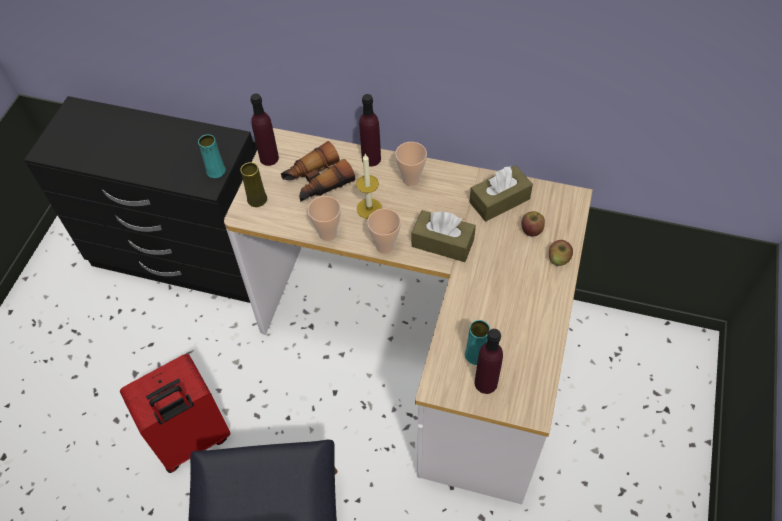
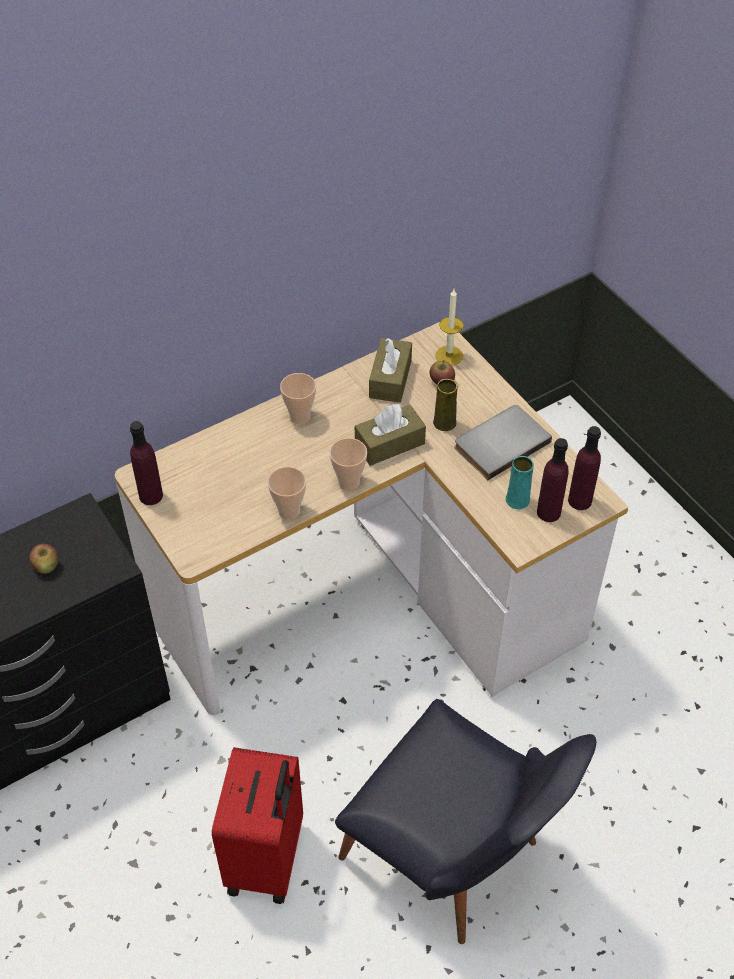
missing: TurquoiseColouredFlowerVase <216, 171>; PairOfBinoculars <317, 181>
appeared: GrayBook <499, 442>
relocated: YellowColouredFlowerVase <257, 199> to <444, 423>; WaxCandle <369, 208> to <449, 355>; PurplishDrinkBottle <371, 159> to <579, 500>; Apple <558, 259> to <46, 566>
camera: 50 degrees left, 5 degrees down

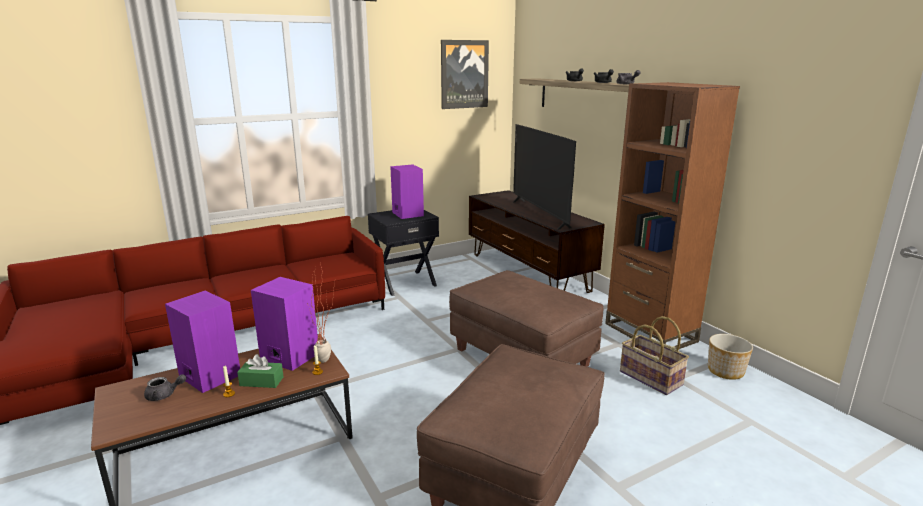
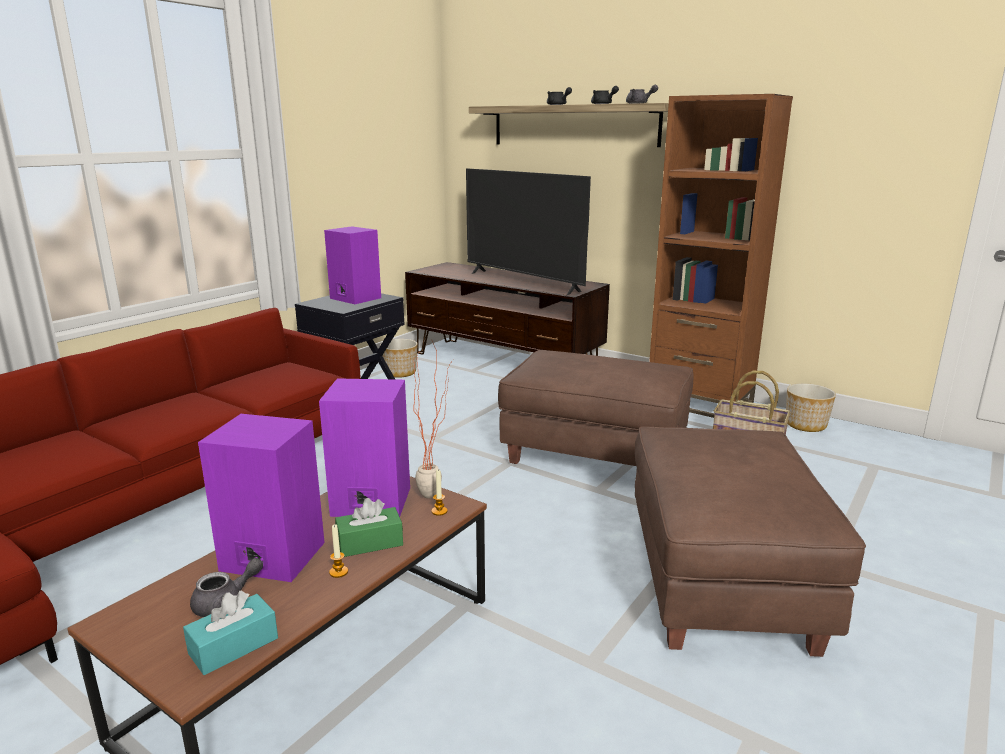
missing: Picture <464, 74>
appeared: TurquoiseColouredTissueHolder <233, 646>; FlowerPot <400, 373>
camera: 25 degrees left, 0 degrees up

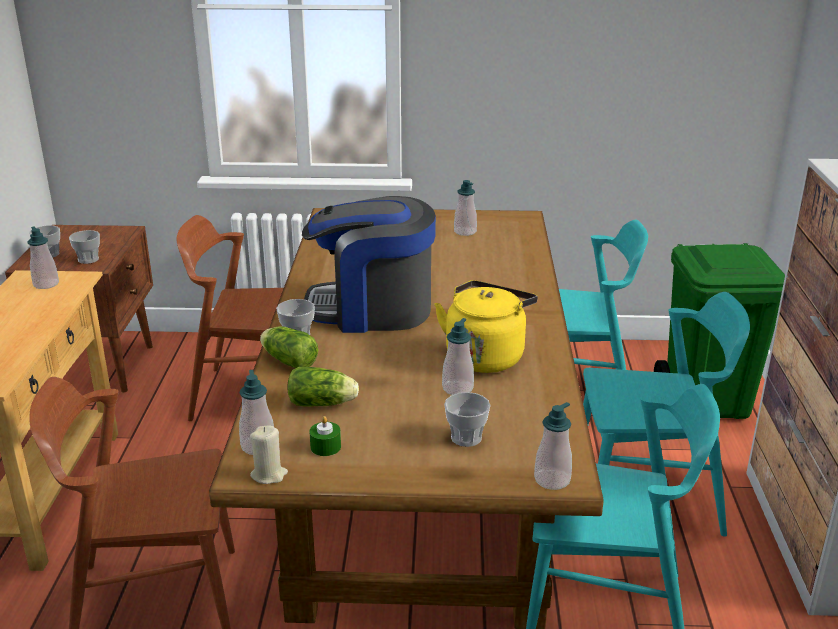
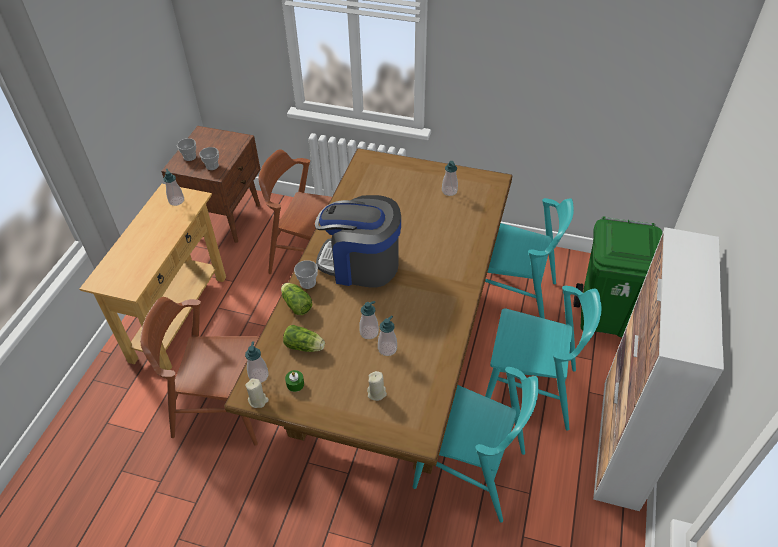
missing: YellowColouredWaterKettle <486, 356>
relocated: SoapDispenser <552, 480> to <369, 332>
exchanged: DrinkingCup <466, 438> to BeigeColouredWaxCandle <377, 393>
camera: 15 degrees right, 20 degrees up

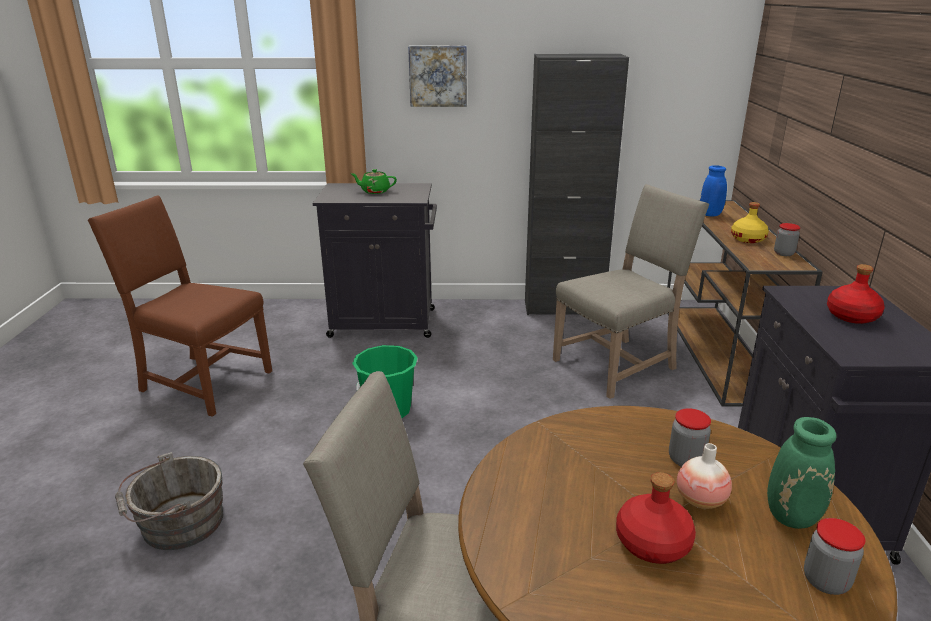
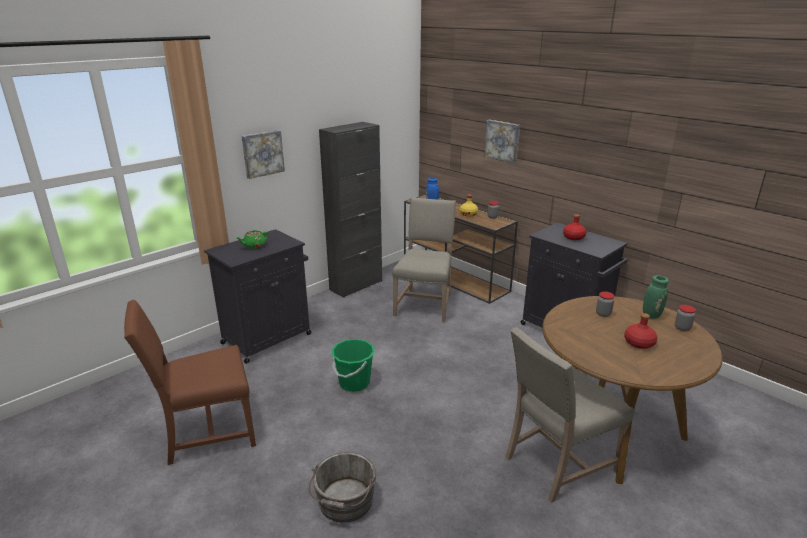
missing: FlowerVase <700, 500>
appeared: Picture <502, 141>
camera: 45 degrees left, 0 degrees up

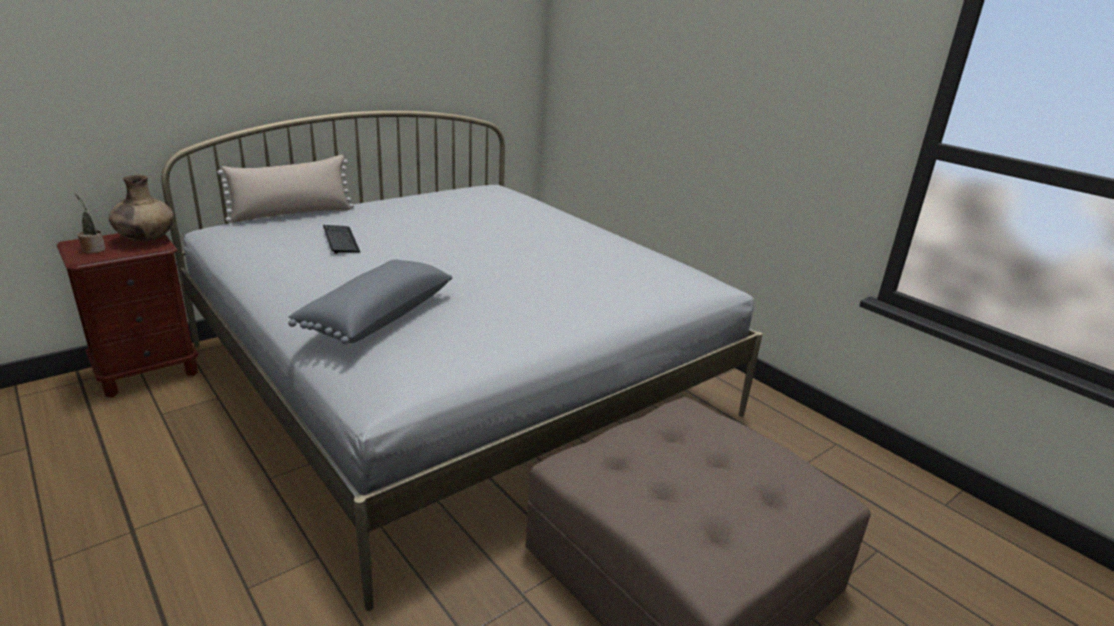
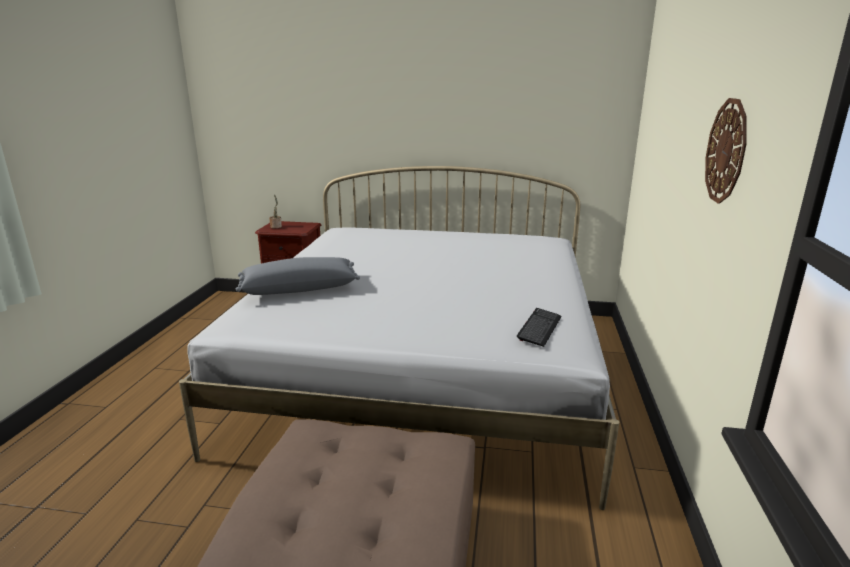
missing: BrownColouredFlowerVase <146, 239>; BeigeColouredThrowPillow <292, 214>
appeared: ClockOnTheWall <726, 151>
relocated: Keyboard <341, 240> to <539, 328>
camera: 50 degrees right, 5 degrees down

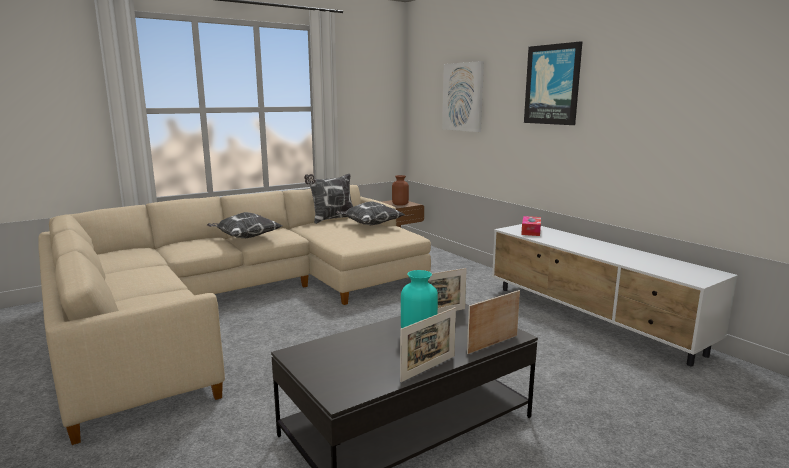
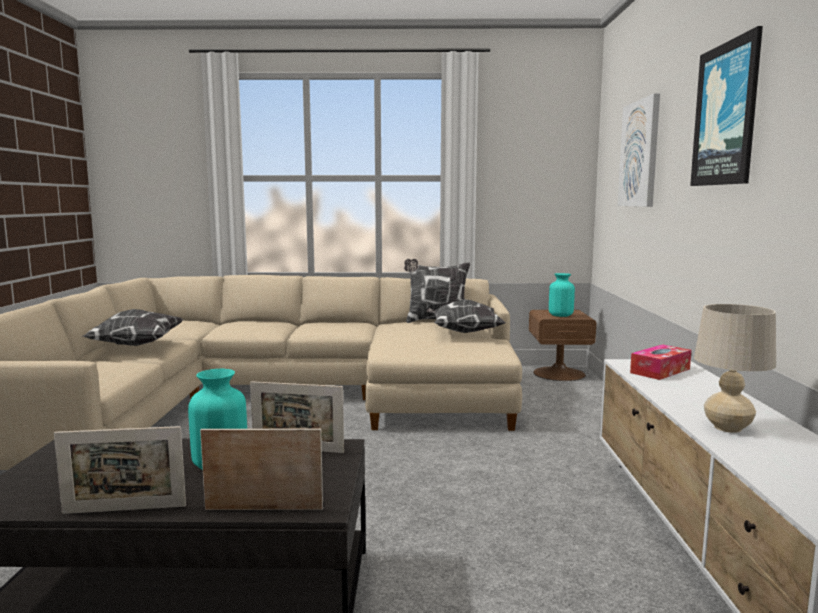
appeared: BeigeColouredTableLamp <728, 428>
relocated: ThrowPillow <245, 238> to <135, 345>
colour: BrownColouredFlowerVase <400, 204> to TurquoiseColouredFlowerVase <560, 315>
camera: 35 degrees right, 5 degrees down

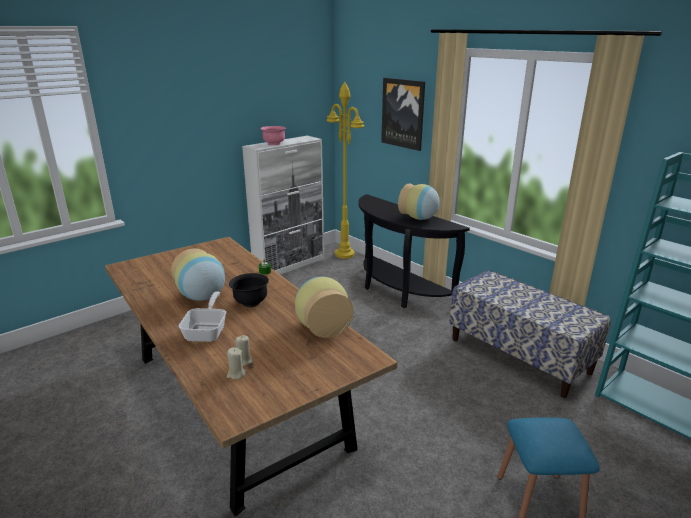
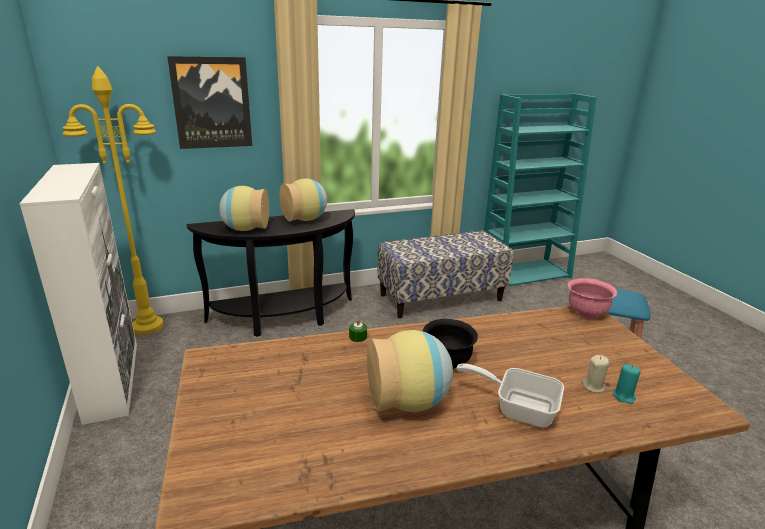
relocated: PinkBowl <274, 144> to <586, 313>; FlowerVase <322, 326> to <245, 229>
colour: BeigeColouredWaxCandle <236, 374> to TurquoiseColouredWaxCandle <624, 396>
camera: 70 degrees left, 0 degrees up

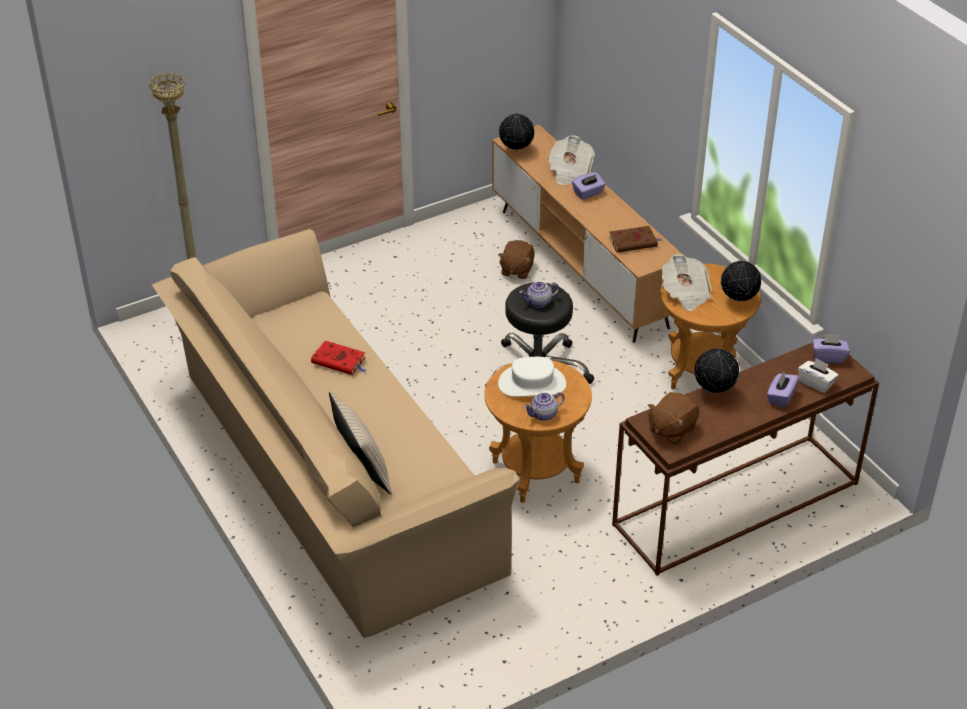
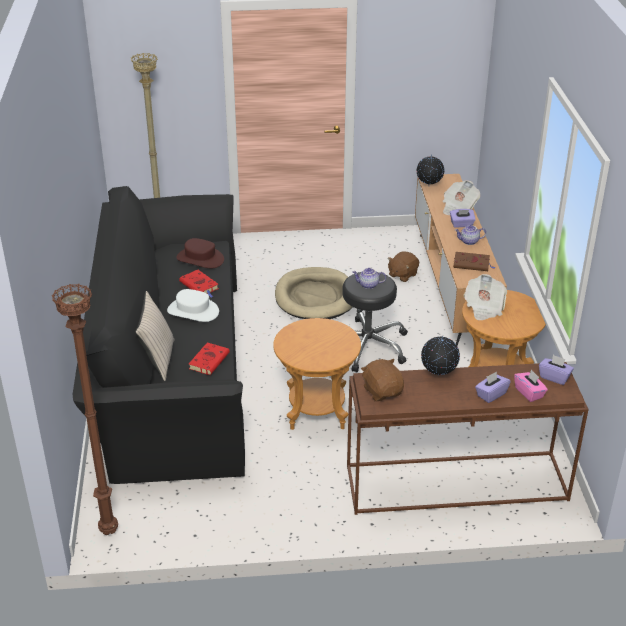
missing: DeskGlobe <738, 301>
appeared: BrownColouredStandardLamp <109, 530>; BrownColouredHat <200, 259>; RedColouredBook <209, 360>; BeigeColouredDogBed <315, 297>
relocated: WhiteHat <532, 383> to <193, 311>; PotForTea <543, 415> to <469, 242>
colour: BeigeColouredCouch <327, 475> to BlackColouredCouch <169, 368>; WhiteTissueHolder <816, 383> to PinkTissueHolder <529, 393>
spun: BrownColouredPlushToy <671, 429> = <382, 391> 90 degrees clockwise
camera: 25 degrees right, 5 degrees down

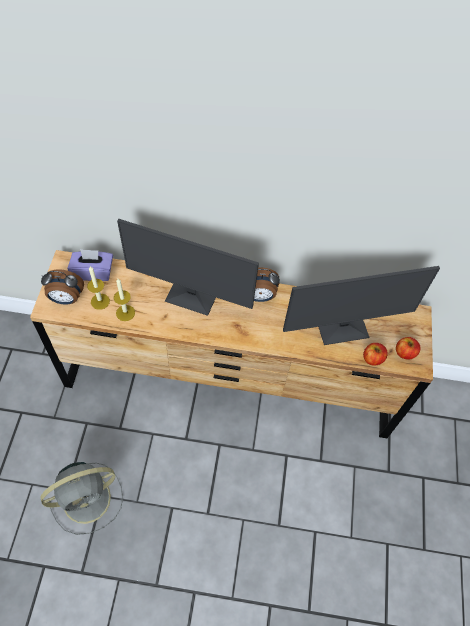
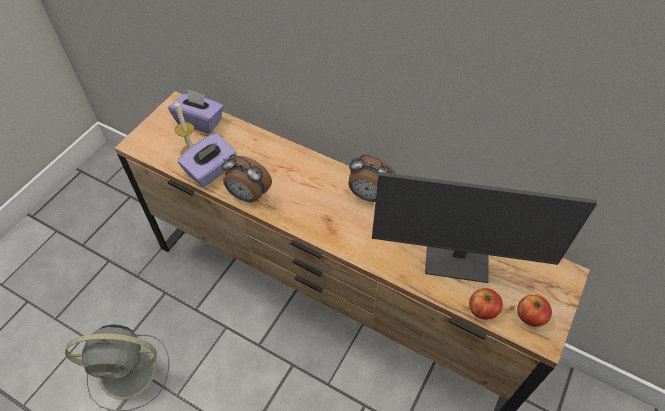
missing: Monitor <192, 295>
relocated: AlarmClock <66, 299> to <248, 195>
exchanged: WaxCandle <125, 313> to PurplishTissueHolder <211, 171>
camera: 25 degrees right, 5 degrees down

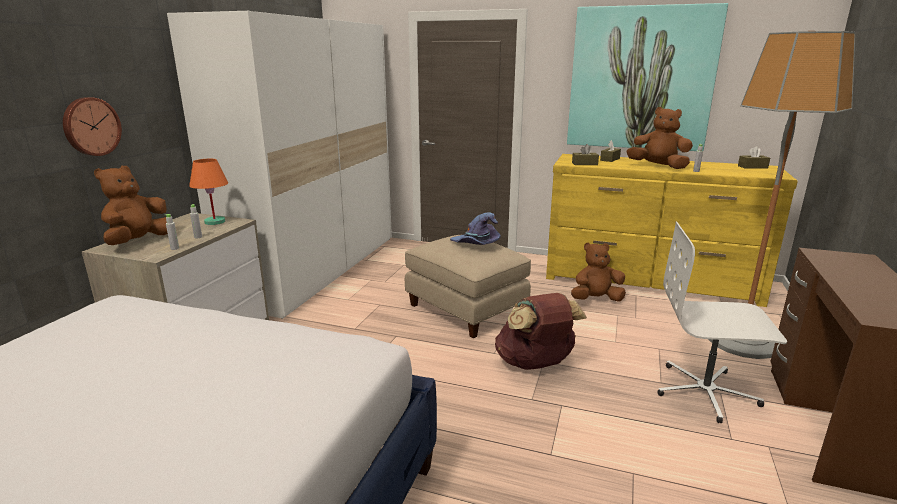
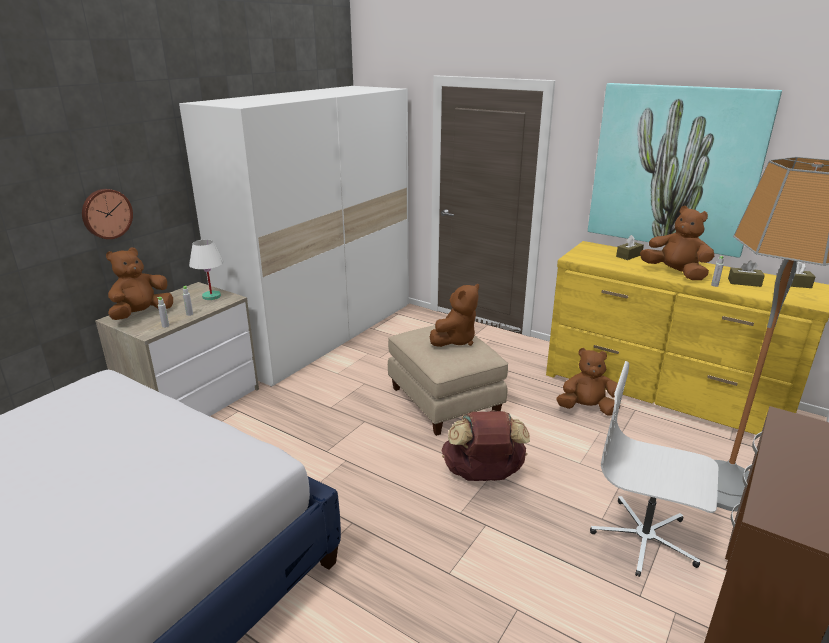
relocated: BrownColouredTissueHolder <584, 164> to <744, 282>
exchanged: PurplishHat <476, 244> to BrownColouredPlushToy <455, 340>
colour: OrangeyTableLamp <215, 222> to WhiteTableLamp <212, 296>
camera: 15 degrees right, 5 degrees up

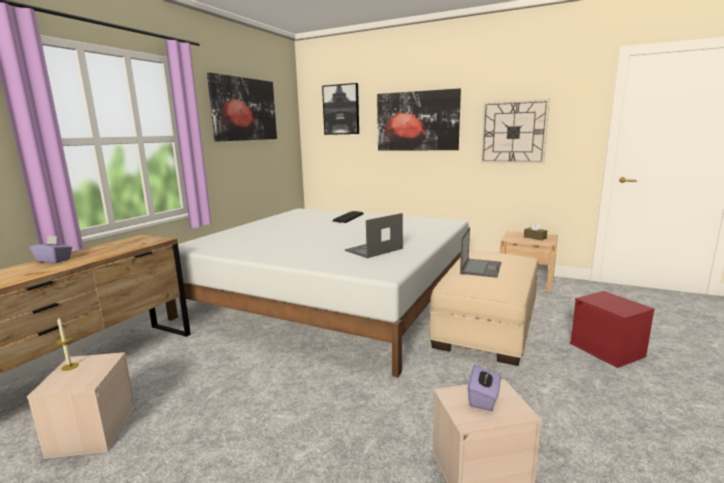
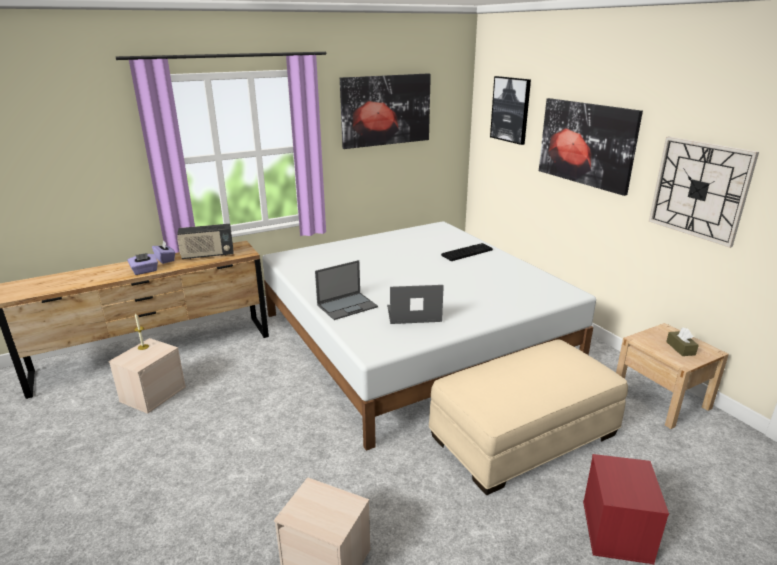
appeared: Radio <208, 255>
relocated: Laptop <481, 268> to <347, 306>; PurplishTissueHolder <483, 399> to <145, 271>
camera: 35 degrees right, 10 degrees up

